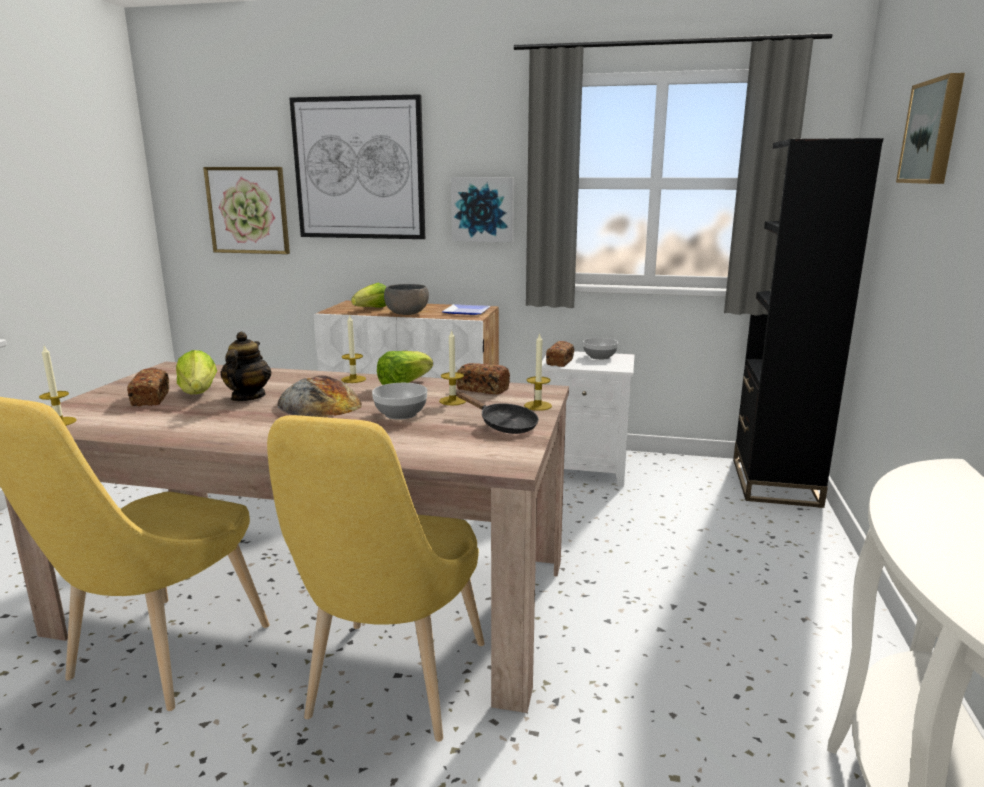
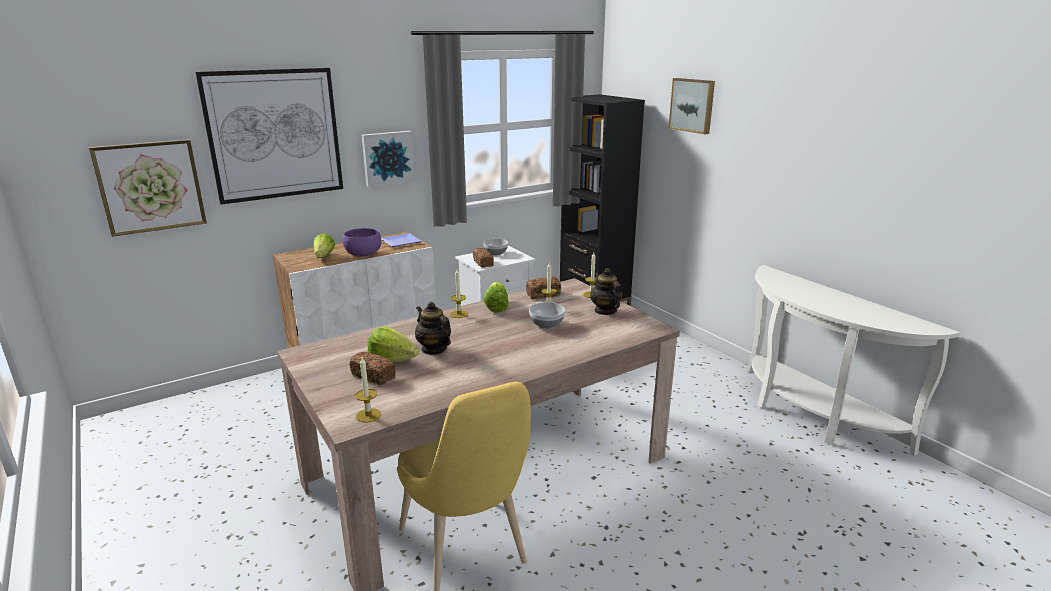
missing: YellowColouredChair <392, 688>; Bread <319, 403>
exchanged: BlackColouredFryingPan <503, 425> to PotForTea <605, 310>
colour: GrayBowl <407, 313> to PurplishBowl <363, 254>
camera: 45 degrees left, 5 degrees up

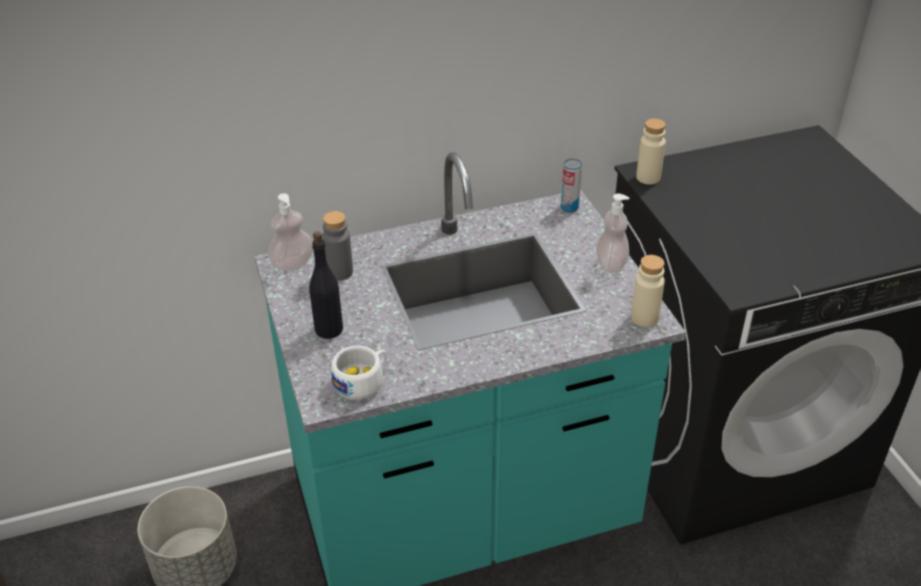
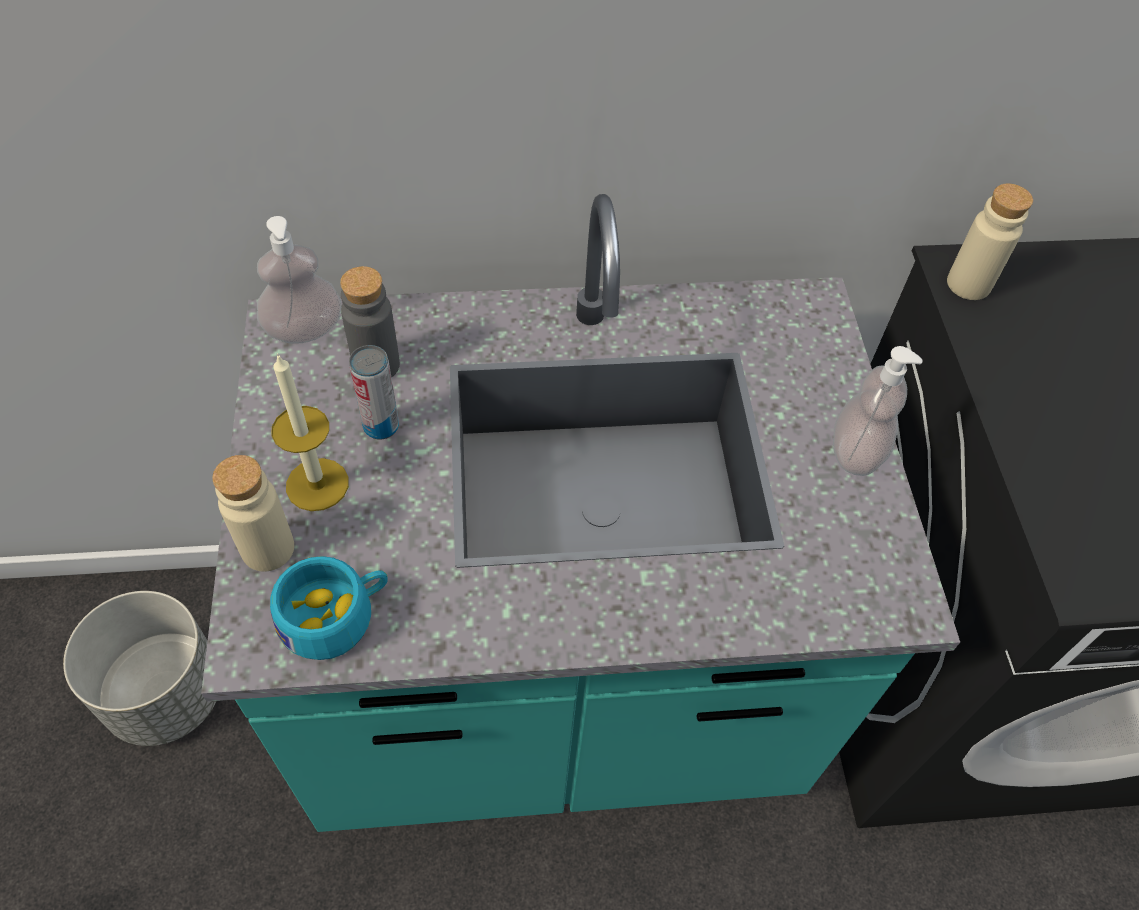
relocated: SealedCan <569, 207> to <381, 426>; BeigeColouredDrinkBottle <644, 318> to <268, 548>
exchanged: BlackColouredDrinkBottle <329, 329> to WaxCandle <317, 484>
colour: WhiteDrinkingCup <363, 381> to TurquoiseColouredDrinkingCup <336, 616>
camera: 10 degrees right, 15 degrees up

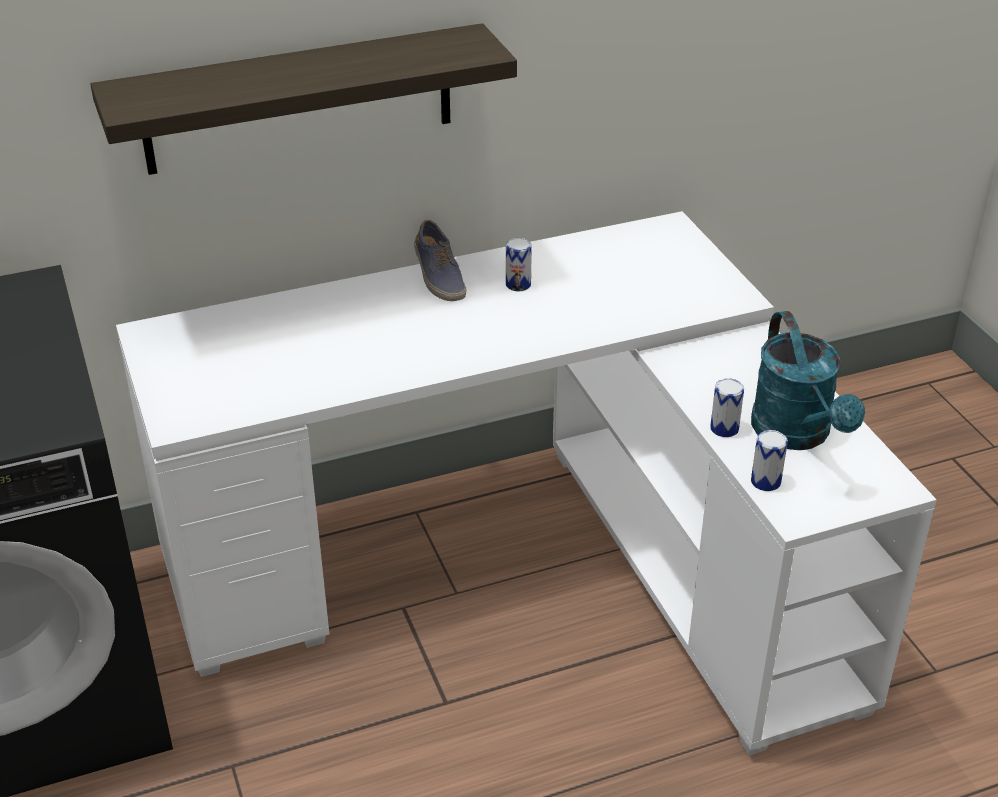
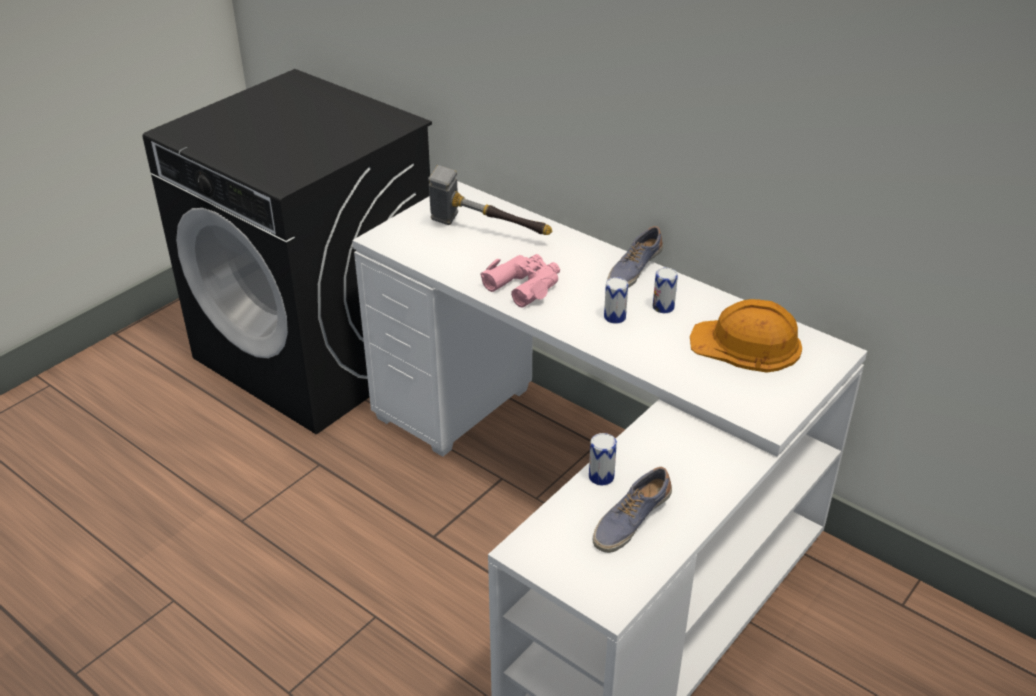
missing: BracketShelf <299, 100>
appeared: HandHammer <485, 232>; PinkPairOfBinoculars <524, 285>; OrangeyHardHat <746, 344>
relocated: SealedCan <765, 481> to <614, 317>
exchanged: TurquoiseColouredSprinklingCan <797, 435> to Shoe <630, 521>
camera: 60 degrees right, 0 degrees up

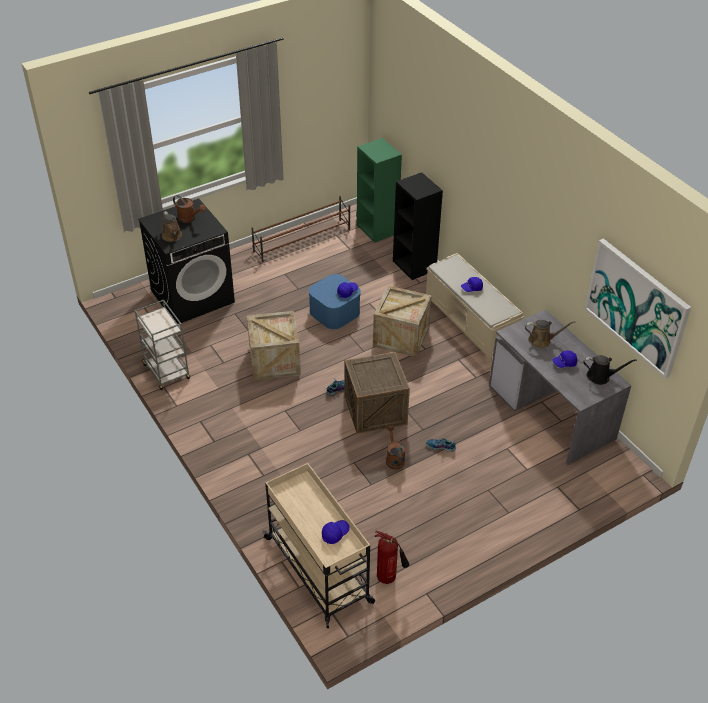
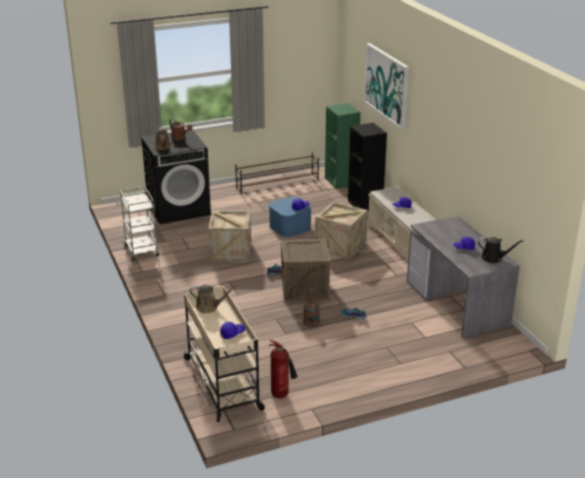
relocated: BrownColouredSprinklingCan <542, 340> to <209, 307>; Picture <636, 307> to <387, 85>
camera: 10 degrees right, 15 degrees down

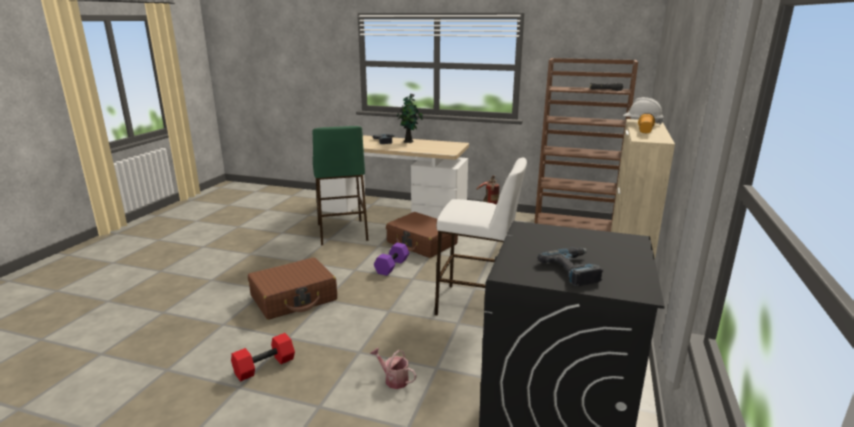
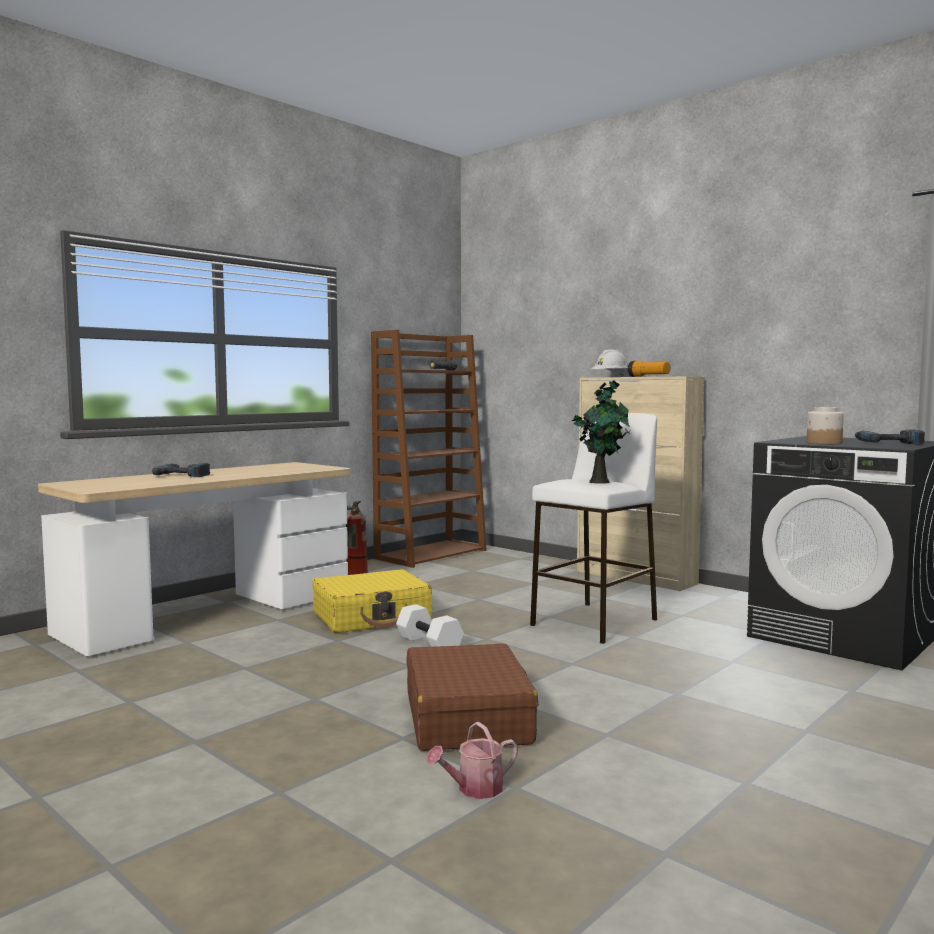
missing: RedColouredFreeWeight <264, 367>; GreenColouredStool <342, 232>
appeared: Jar <824, 443>
relocated: SprinklingCan <393, 379> to <474, 789>; Houseplant <409, 141> to <601, 482>
colour: PurplishFreeWeight <392, 266> to WhiteFreeWeight <430, 643>; BrownColouredSuitcase <422, 243> to YellowColouredSuitcase <372, 617>
camera: 65 degrees left, 15 degrees down

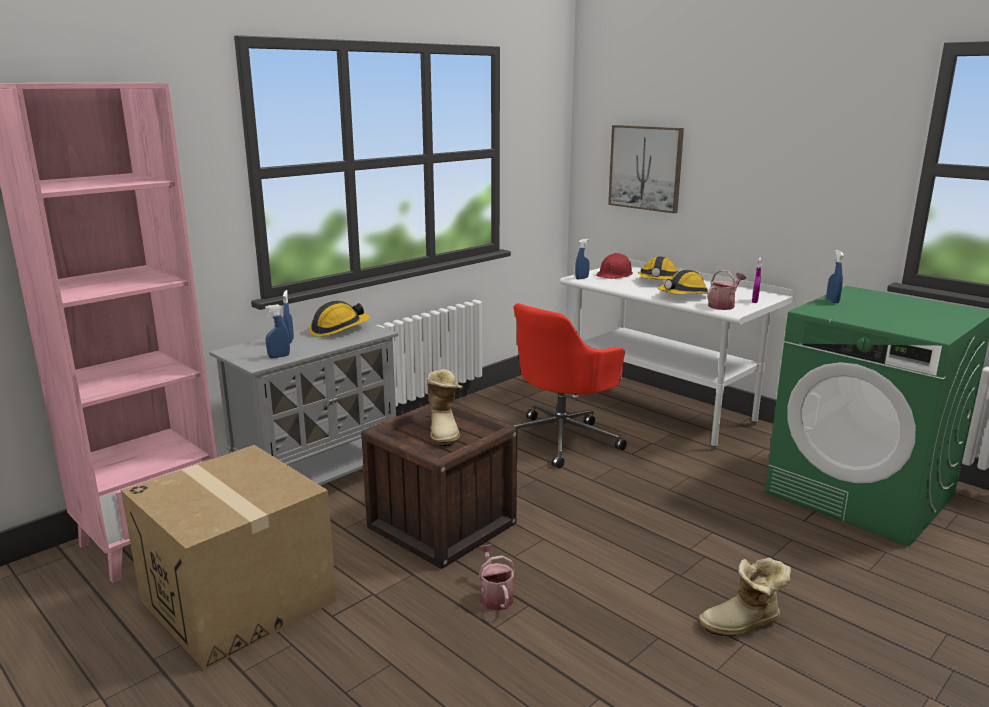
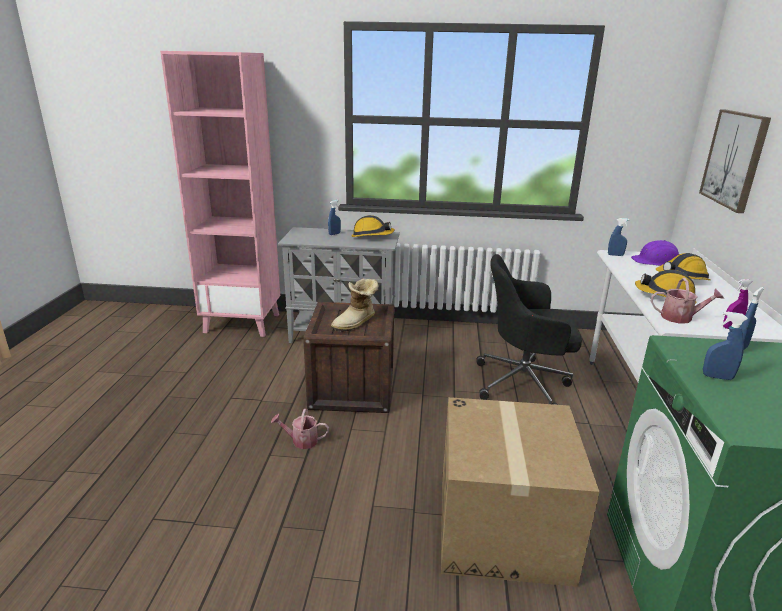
missing: HighTopBoot <743, 624>
relocated: CardboardBox <239, 600> to <503, 528>; BlueHandSprayer <279, 356> to <717, 377>
colour: RedColouredOfficeChair <562, 439> to BlackColouredOfficeChair <524, 383>; RedColouredHardHat <614, 274> to PurplishHardHat <656, 261>
spun: SprinklingCan <495, 596> = <301, 441> 120 degrees counterclockwise
camera: 50 degrees right, 5 degrees up

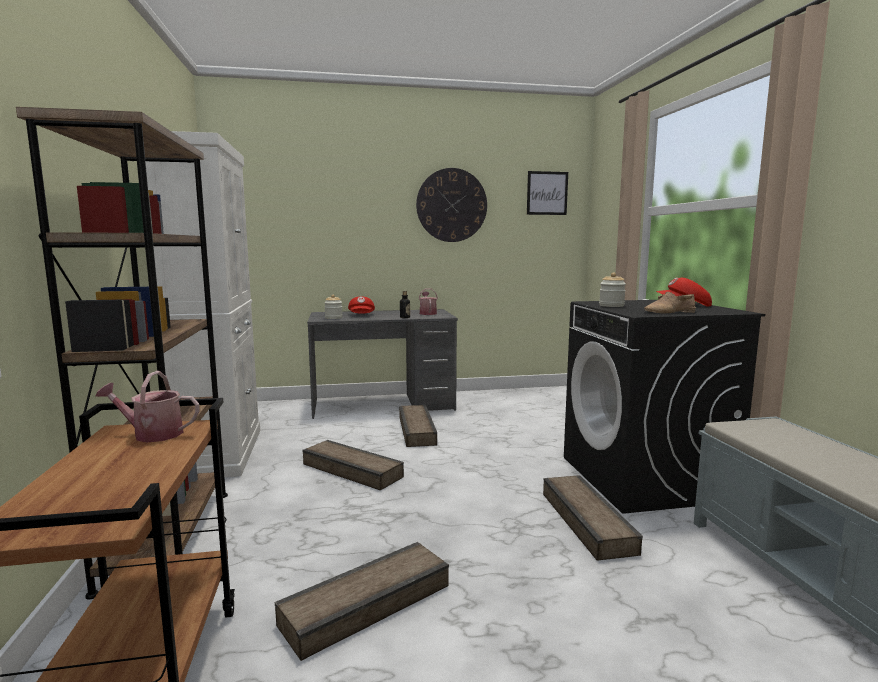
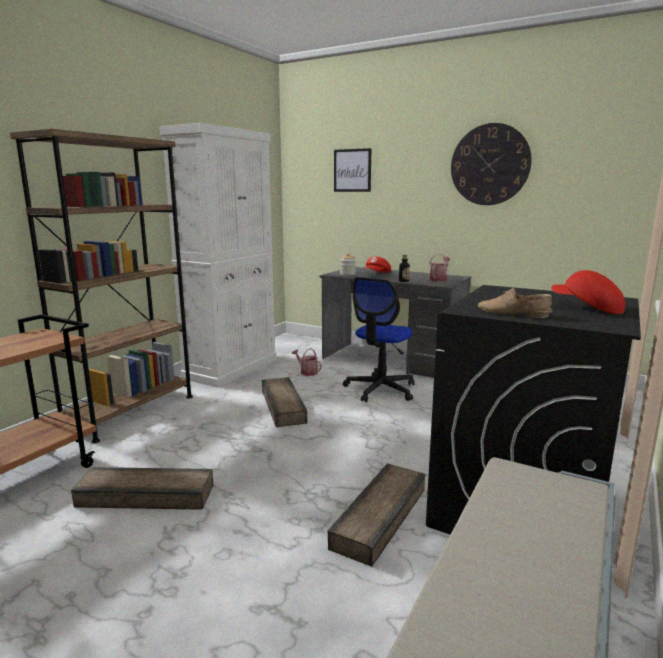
missing: Jar <611, 305>
relocated: SprinklingCan <152, 434> to <307, 372>; Picture <547, 193> to <352, 170>
exchanged: PackingCrate <415, 430> to OfficeChair <380, 389>
camera: 40 degrees right, 5 degrees up

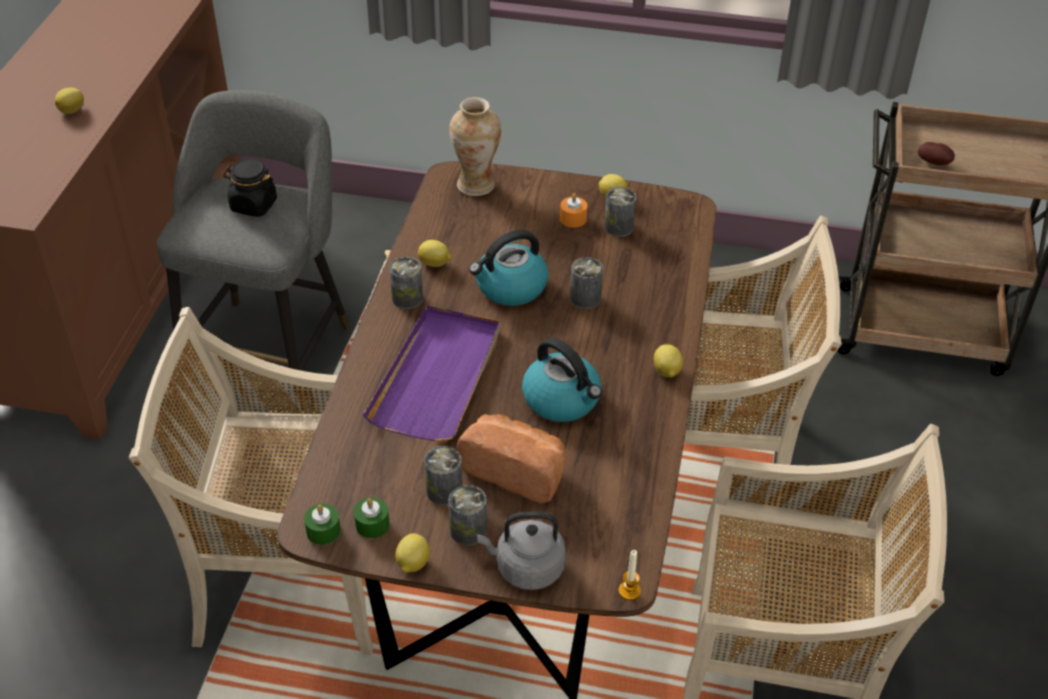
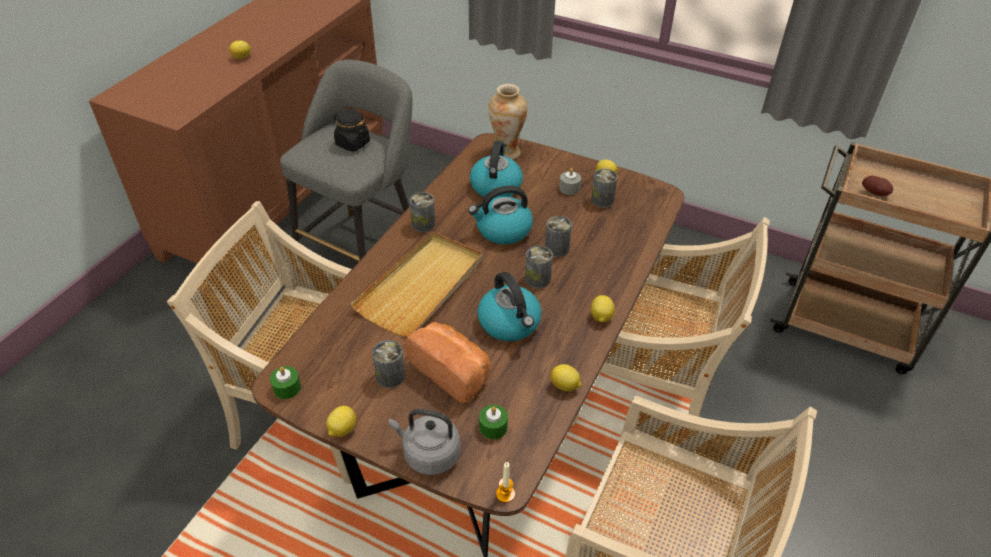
appeared: WaterKettle <496, 186>
relocated: GreenColouredWaxCandle <372, 524> to <493, 427>; WholeLemon <435, 264> to <565, 386>; SealedCan <468, 530> to <537, 279>
colour: PurplishCarryingTray <438, 376> to BeigeColouredCarryingTray <422, 286>; OrangeyWaxCandle <573, 219> to GrayWaxCandle <569, 188>
camera: 15 degrees right, 0 degrees up

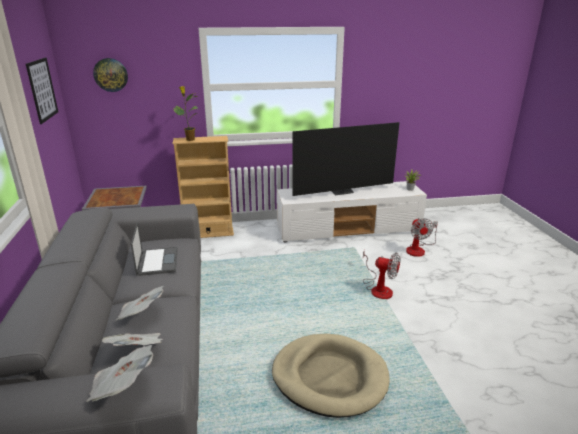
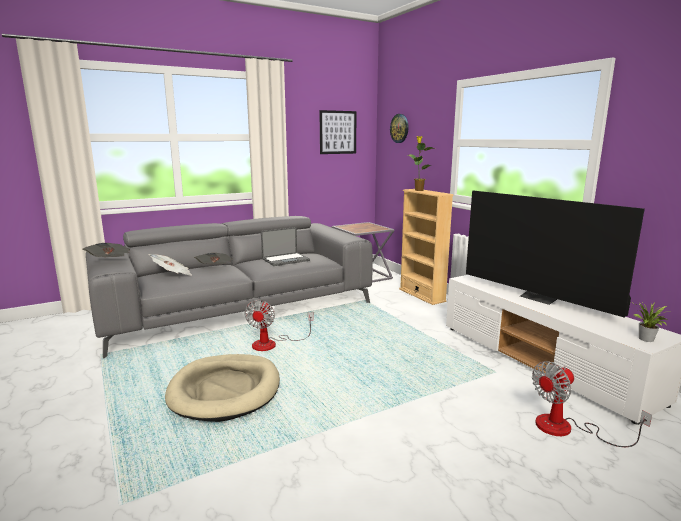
relocated: Fan <378, 288> to <272, 344>
camera: 70 degrees right, 10 degrees down

